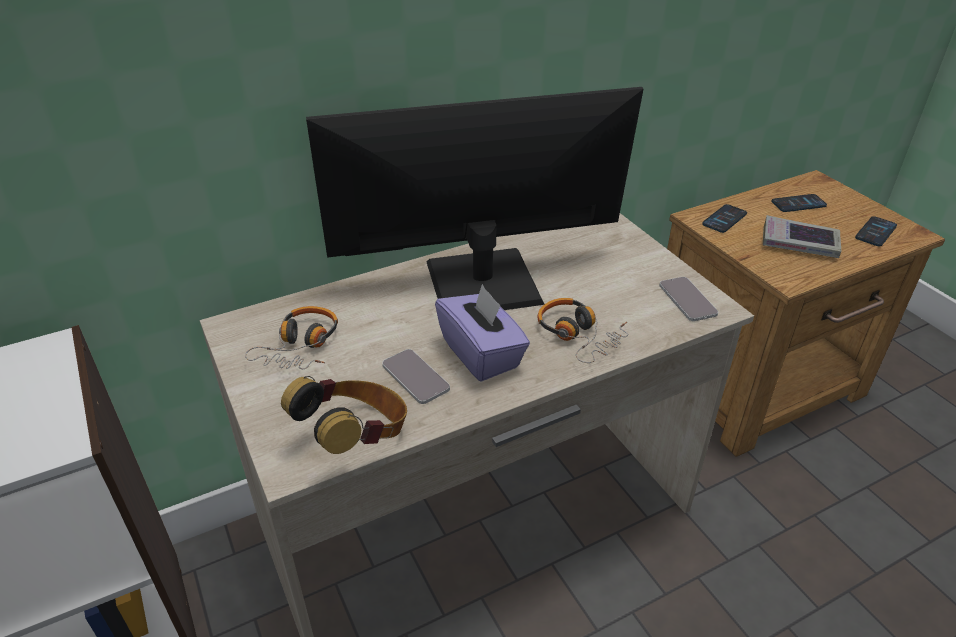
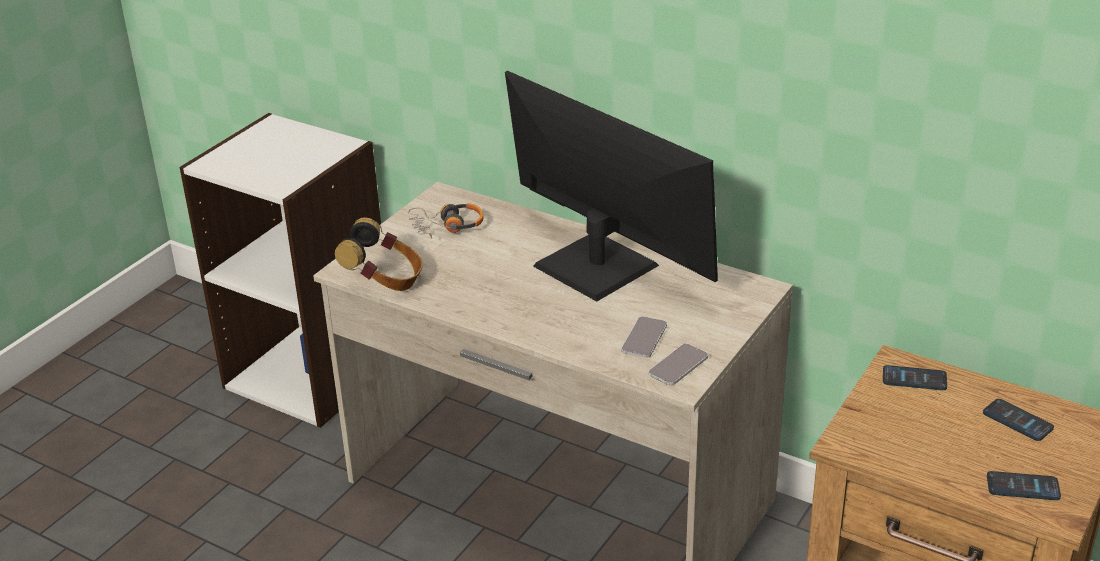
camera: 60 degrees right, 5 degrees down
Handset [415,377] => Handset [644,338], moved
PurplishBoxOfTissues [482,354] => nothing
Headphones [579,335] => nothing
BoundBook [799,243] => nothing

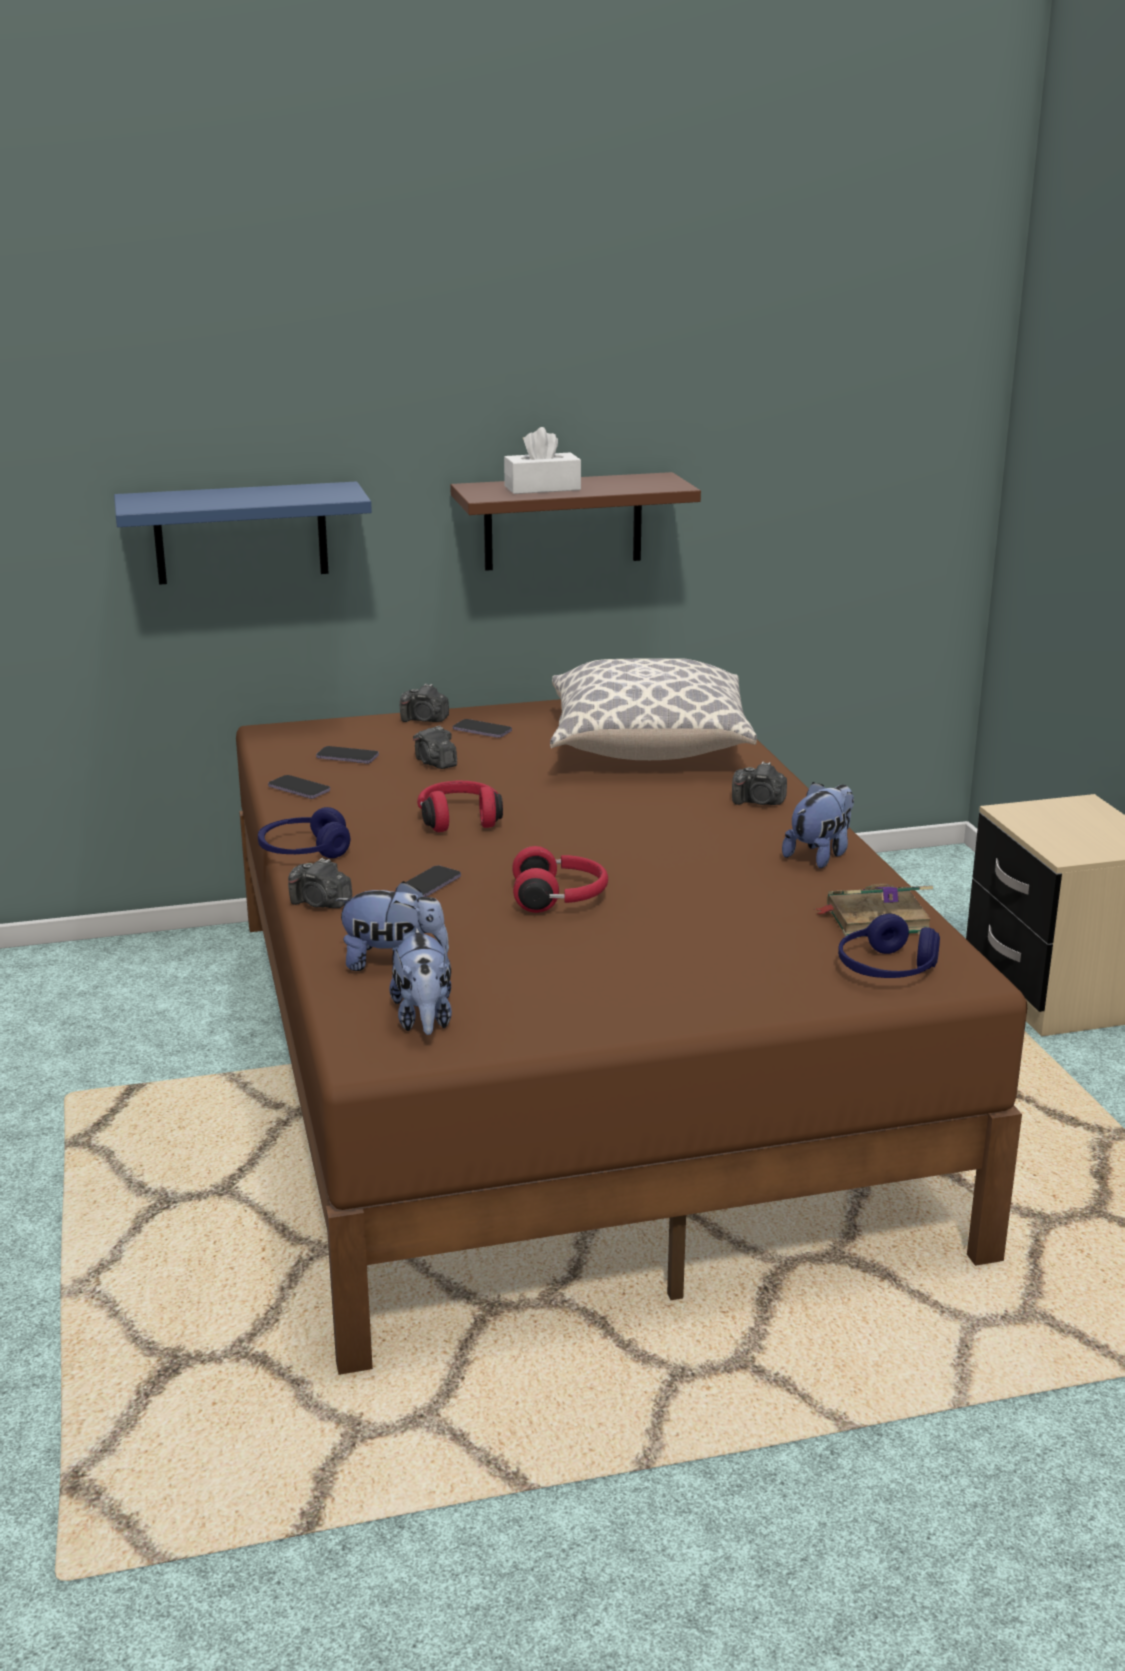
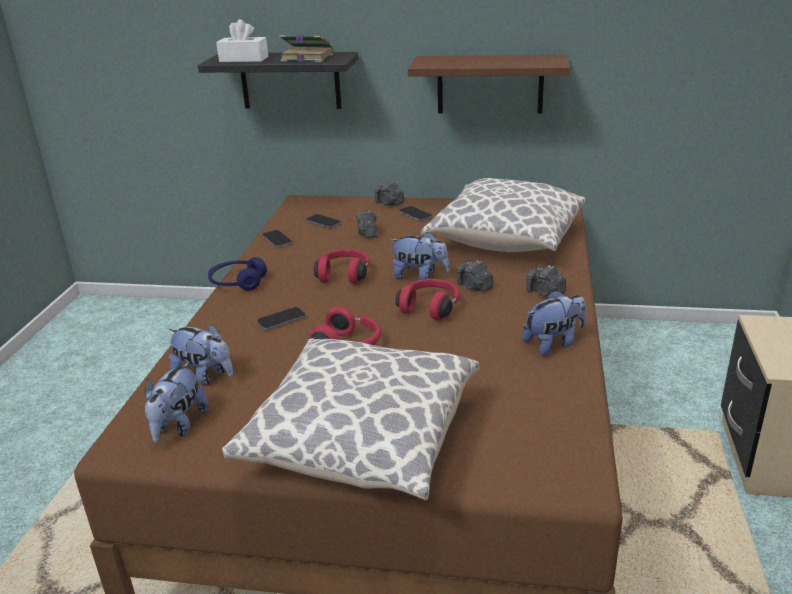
camera: 25 degrees right, 5 degrees up
BlueShelf [241,533] => BlackColouredShelf [290,80]
WhiteColouredBoxOfTissues [542,488] => WhiteColouredBoxOfTissues [244,59], moved
nothing => Cushion [362,442]
BoundBook [875,920] => BoundBook [306,58], moved
nothing => PlushToy [420,276]
nothing => ReddishHeadphones [430,307]
PhotoCamera [320,903] => PhotoCamera [474,287], moved
BlueHeadphones [886,969] => nothing

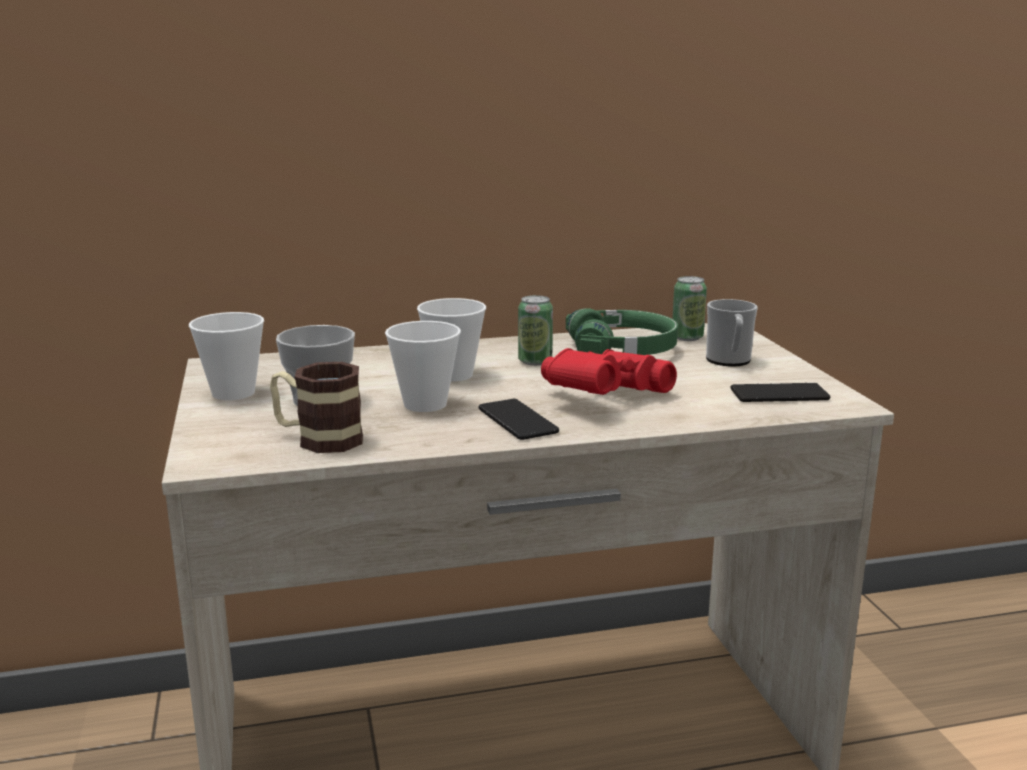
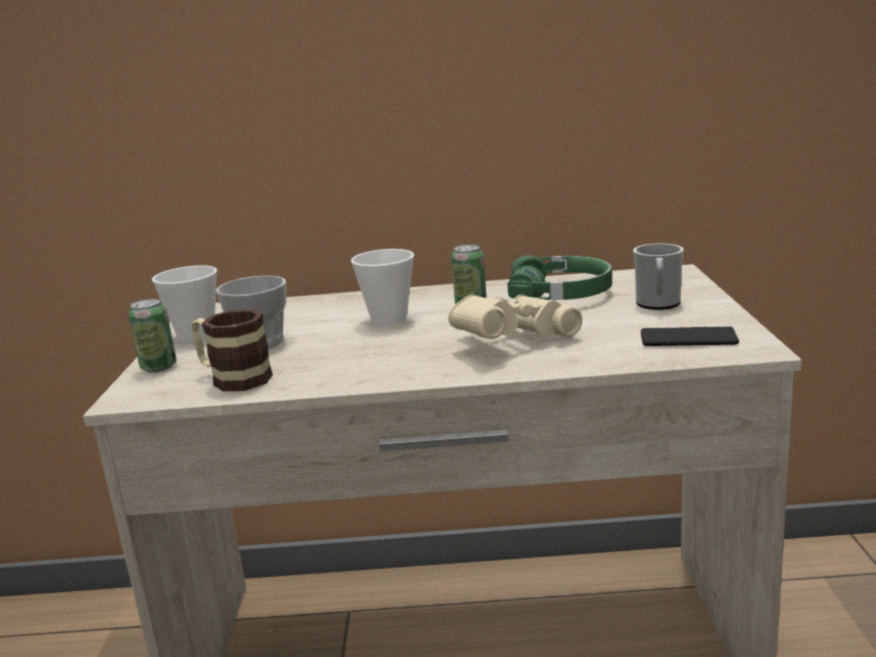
camera: 15 degrees right, 0 degrees up
MetalCan [687,337] => MetalCan [159,367], moved
ReddishBinoculars [602,398] => BeigeColouredBinoculars [509,341]
DrinkingCup [425,404] => nothing
Handset [517,421] => nothing

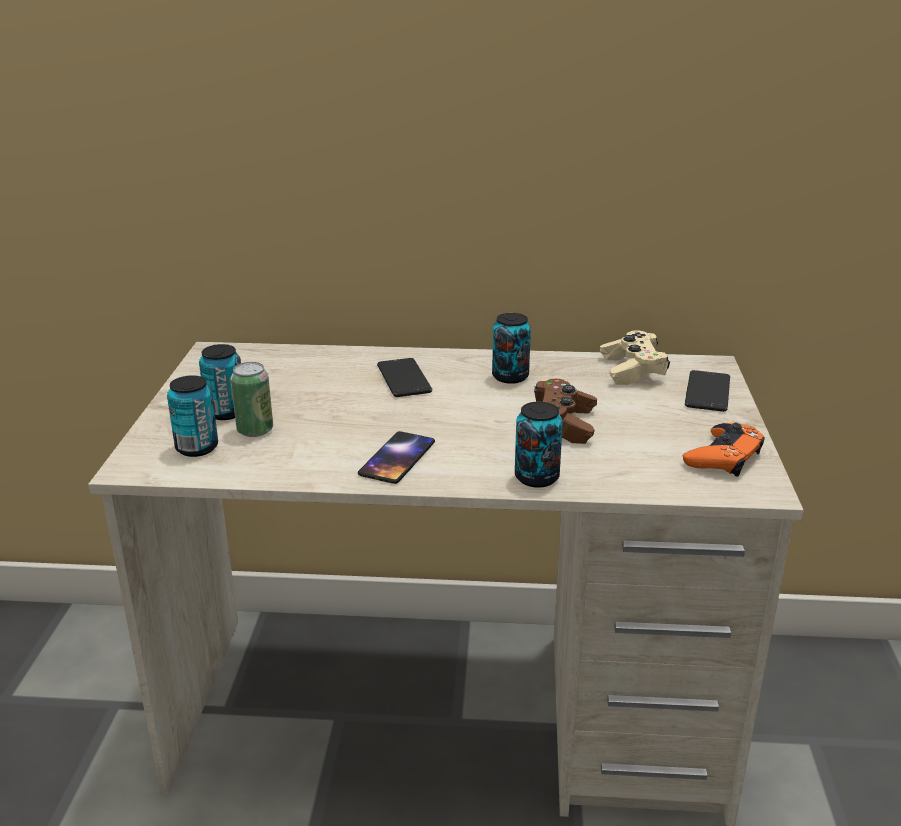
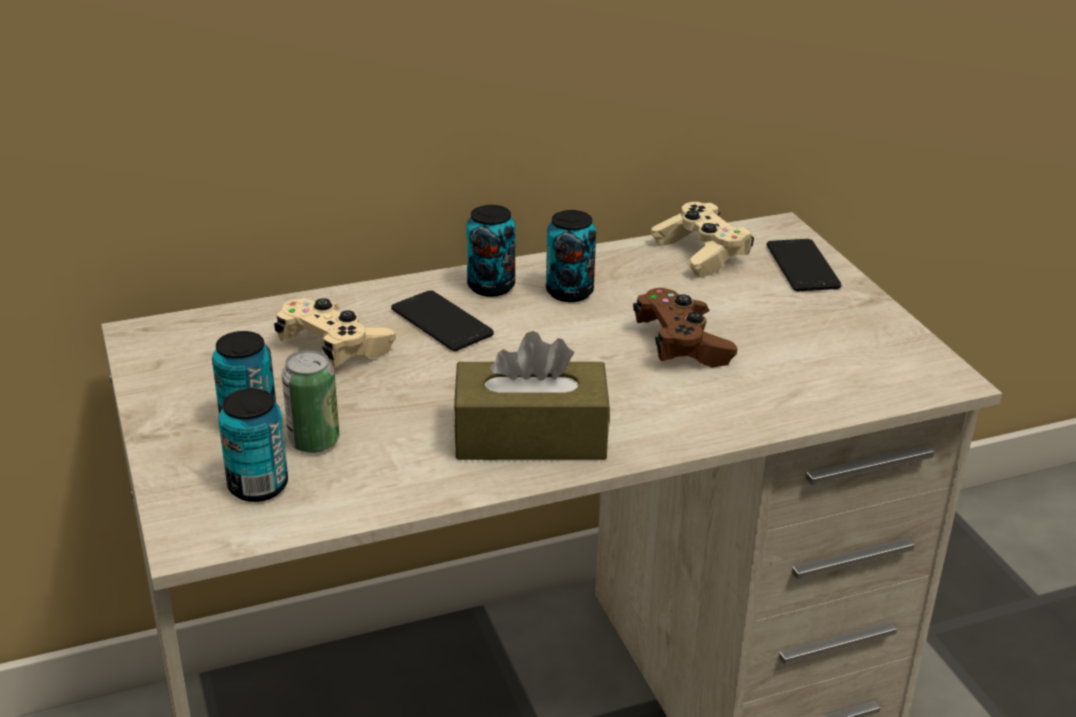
camera: 25 degrees left, 5 degrees up
nothing => BeigeColouredGamepad [334,348]
Handset [397,458] => BrownColouredBoxOfTissues [530,436]
MetalCan [536,477] => MetalCan [491,286], moved
OrangeColouredGamepad [723,457] => nothing

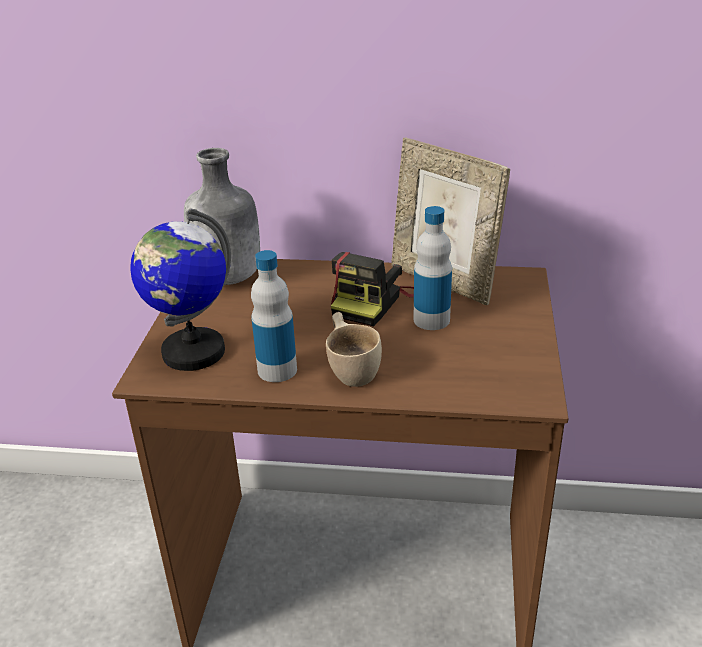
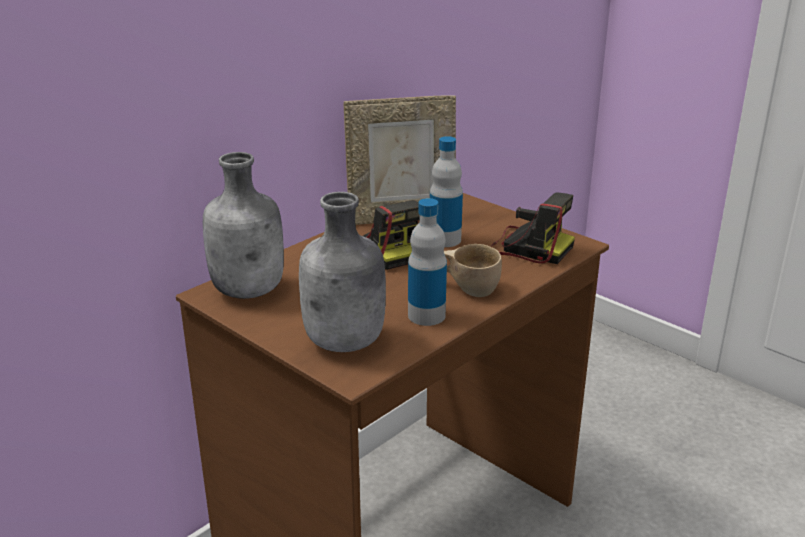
camera: 55 degrees left, 5 degrees down
WorldGlobe [192,352] => GrayBeverageBottle [346,342]
nothing => PhotoCamera [528,247]

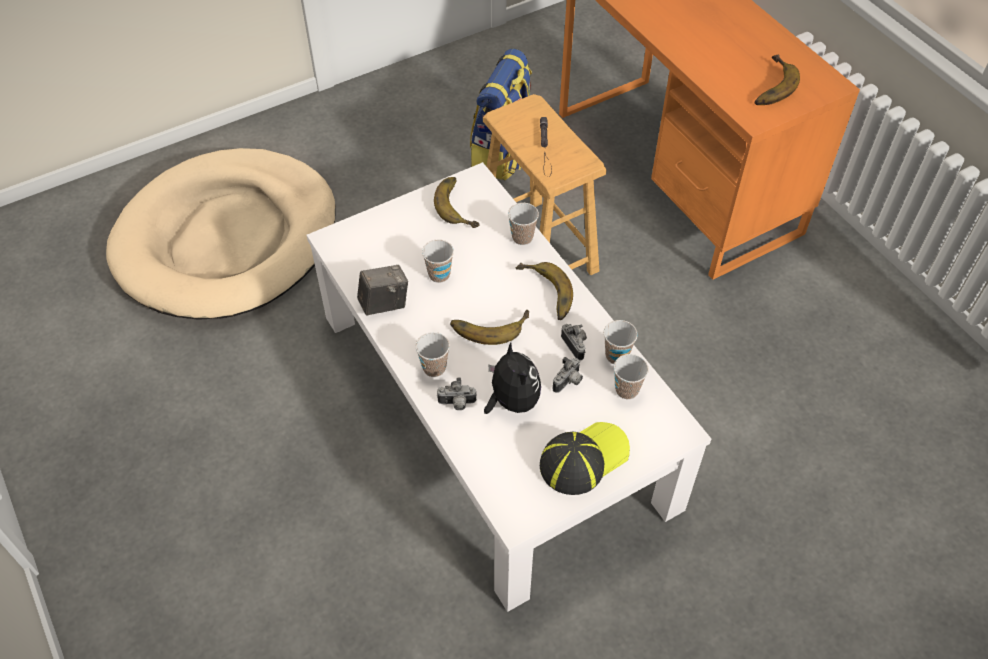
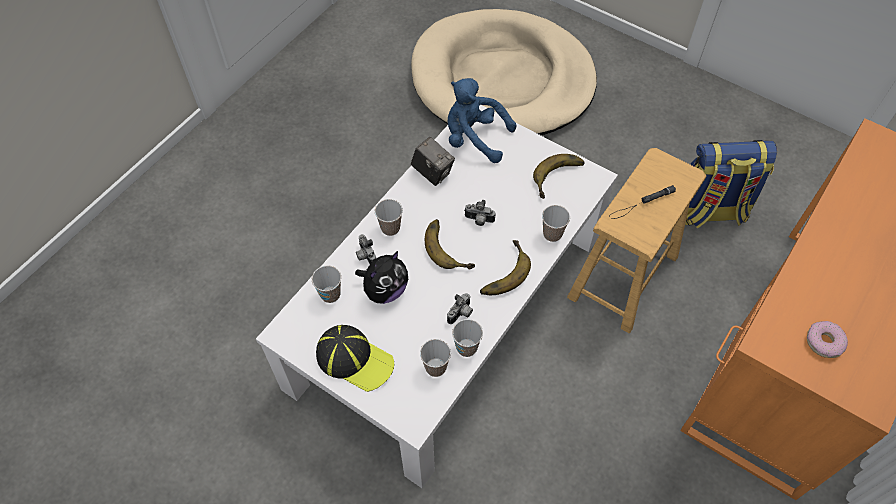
camera: 65 degrees right, 5 degrees up
DrinkingCup [439,275] => DrinkingCup [330,294], moved
nothing => BluePlushToy [474,138]
PhotoCamera [569,382] => PhotoCamera [479,220], moved
WholeBanana [768,85] => Donut [824,342]

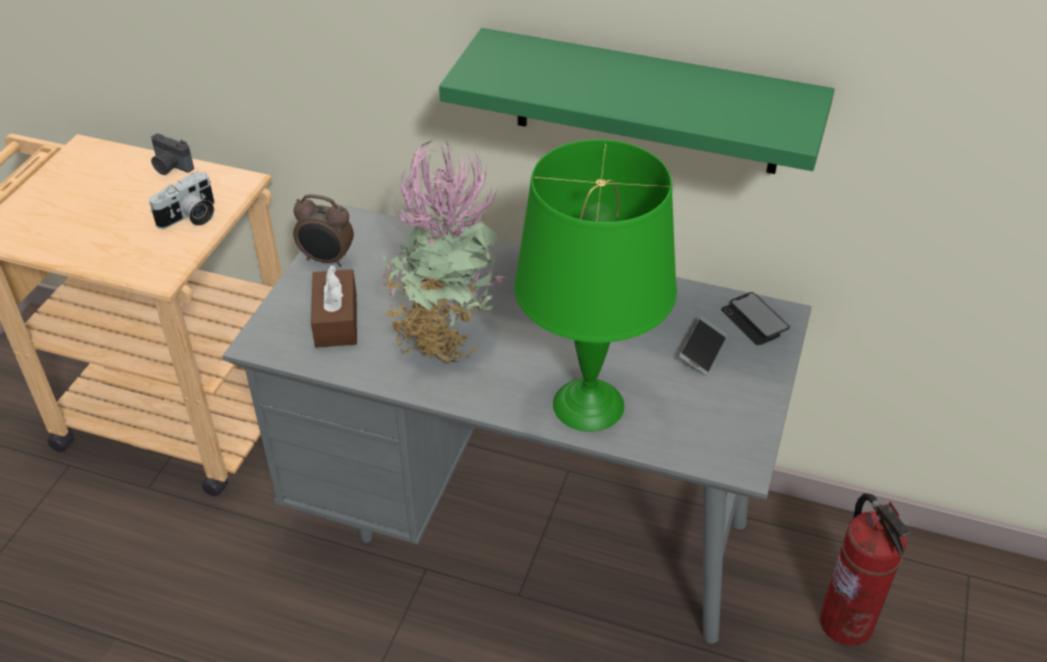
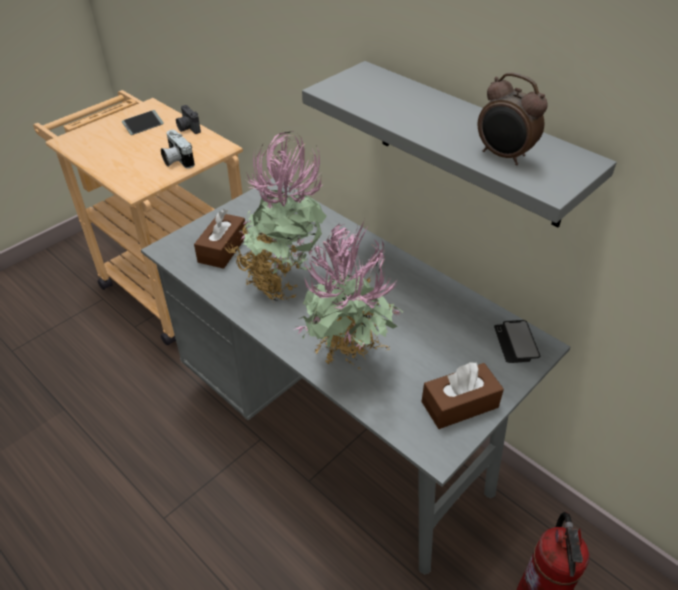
camera: 25 degrees right, 0 degrees up
Handset [702,351] => Handset [143,126], moved
PhotoCamera [190,218] => PhotoCamera [176,160], 75 degrees clockwise
GreenishTableLamp [588,405] => Houseplant [348,363]
GreenishShelf [647,103] => GrayShelf [470,144]
nothing => BrownColouredBoxOfTissues [459,404]
TableClock [327,260] => TableClock [503,156], moved

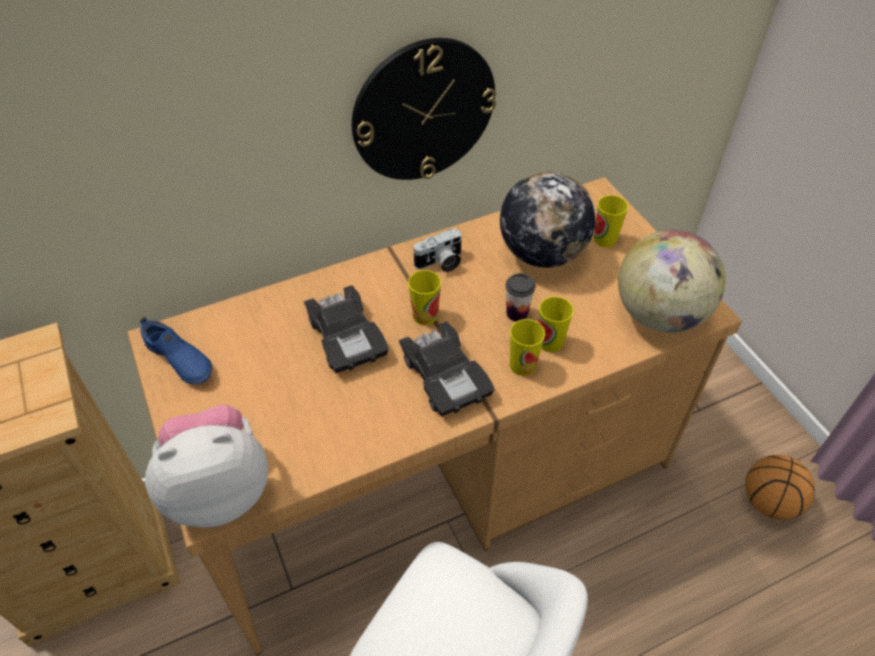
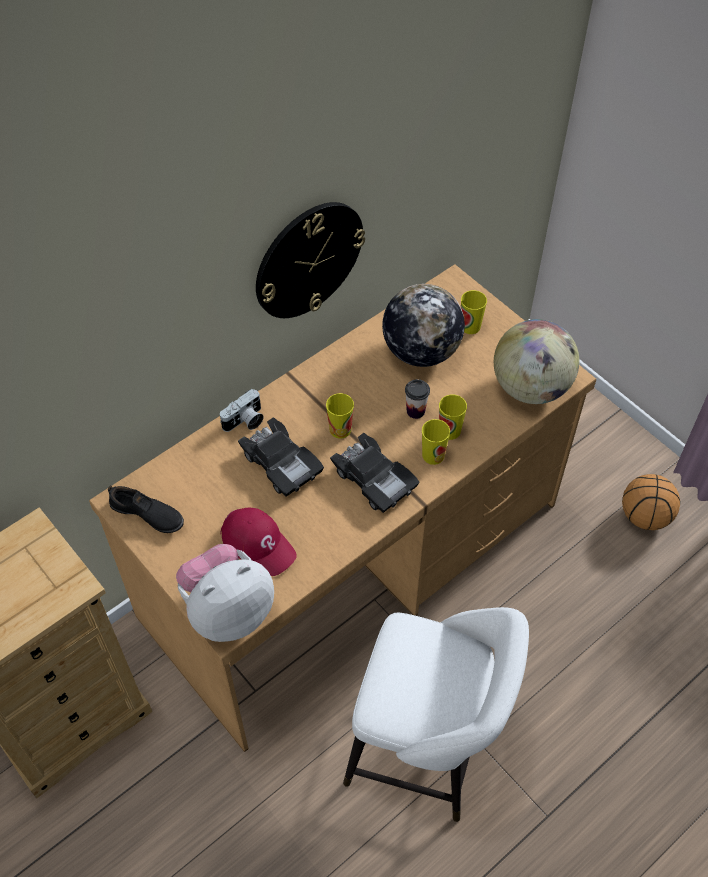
camera: 15 degrees left, 5 degrees up
BlueShoe [179,360] => BlackColouredShoe [147,515]
PhotoCamera [440,263] => PhotoCamera [245,421], moved
nothing => ReddishBaseballCap [259,543]

